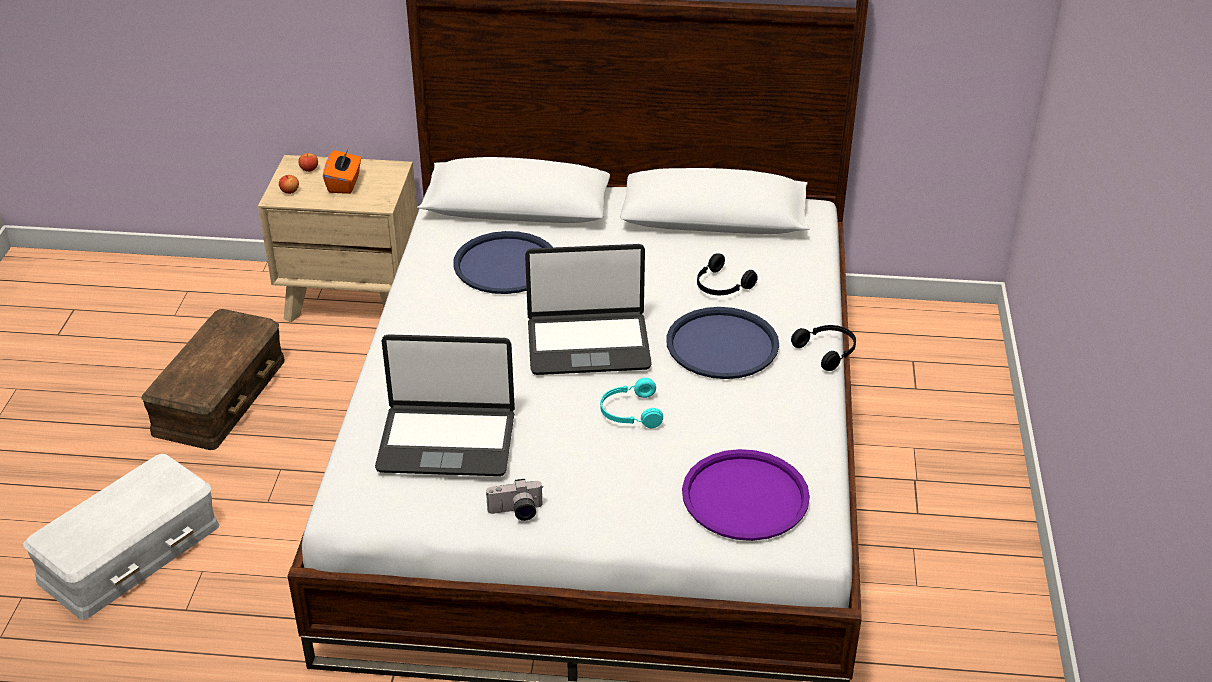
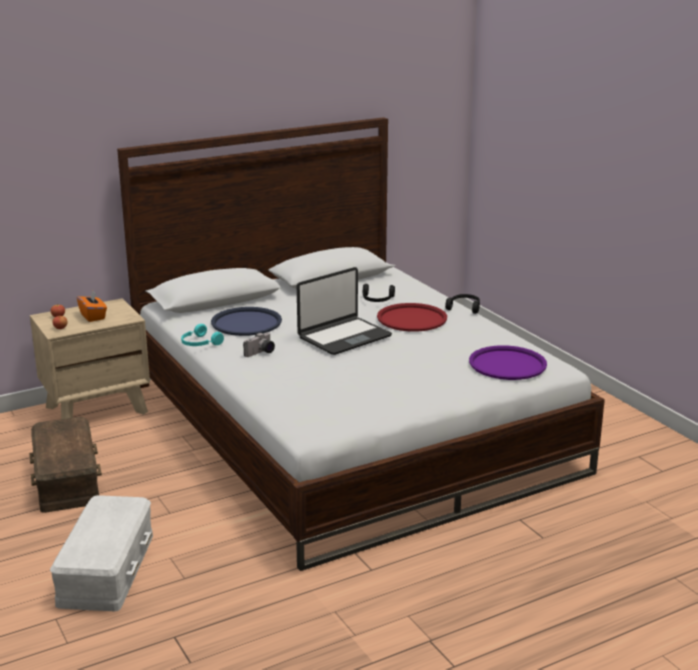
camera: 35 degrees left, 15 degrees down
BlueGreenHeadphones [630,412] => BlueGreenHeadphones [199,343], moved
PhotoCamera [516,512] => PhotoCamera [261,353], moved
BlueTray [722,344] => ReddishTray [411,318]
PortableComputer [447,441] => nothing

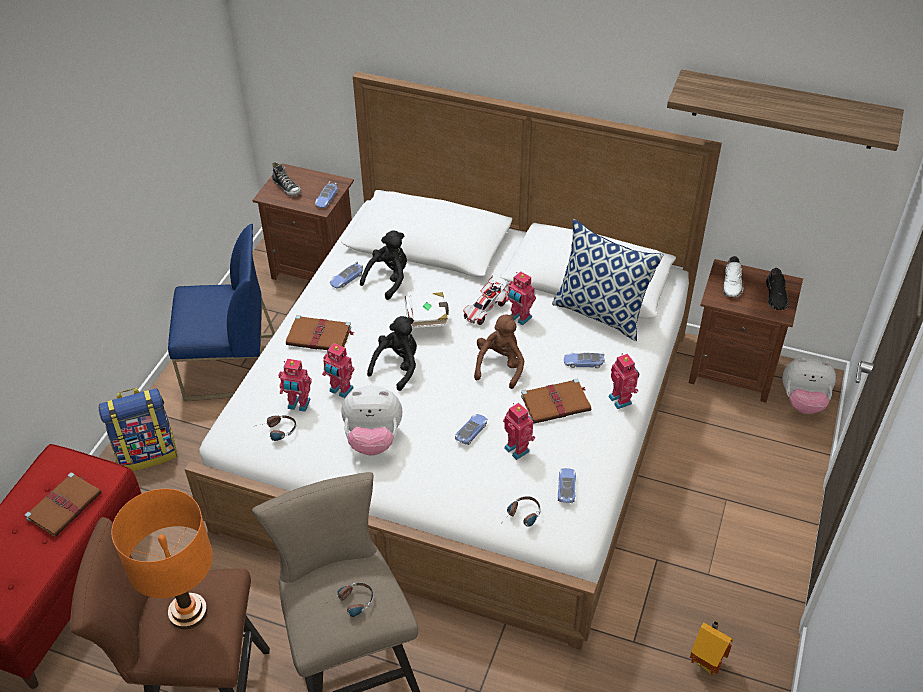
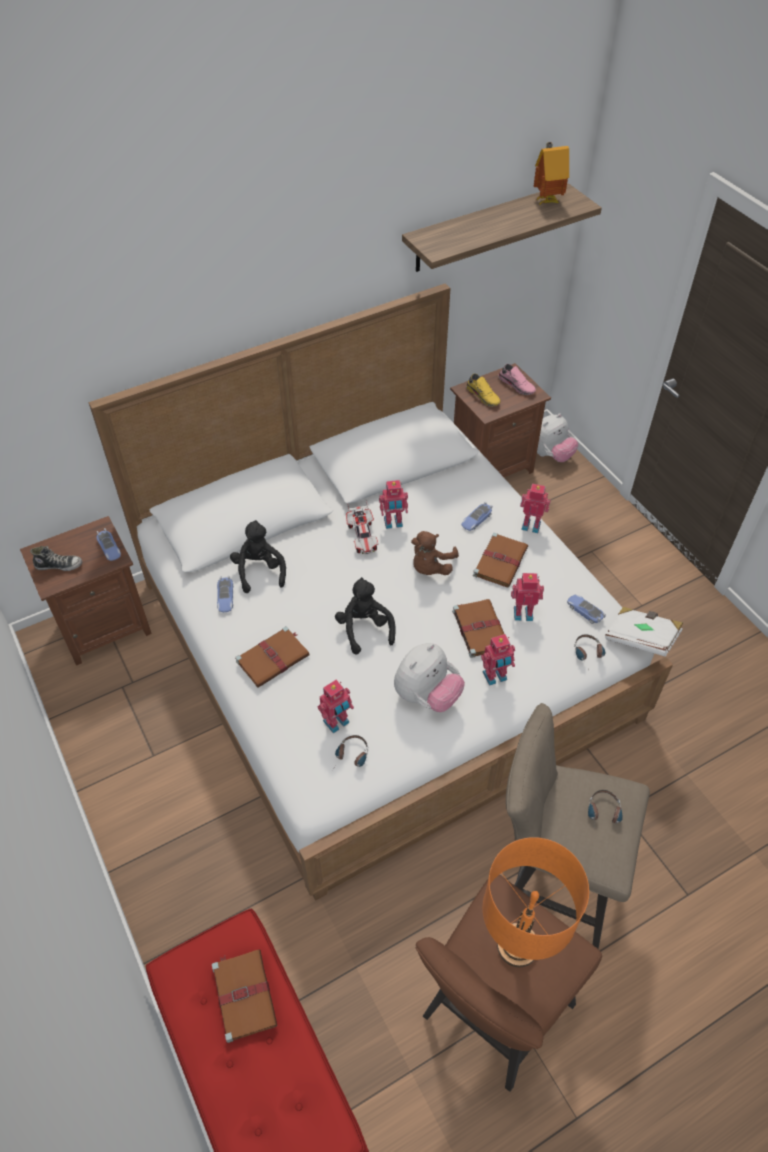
camera: 50 degrees left, 5 degrees up
BrownColouredPlushToy [500,366] => BrownColouredPlushToy [430,567], 120 degrees counterclockwise
ModelCar [471,431] => BrownColouredBoundBook [479,628]
WhiteColouredShoe [732,283] => YellowishShoe [483,396]
ToyRobot [340,390] => ToyRobot [495,677], moved
BlackColouredShoe [776,295] => PinkShoe [517,385]
MiniatureHouse [707,662] => MiniatureHouse [546,201], moved
WhiteColouredBoundBook [427,319] => WhiteColouredBoundBook [641,638], moved
Backpack [147,453] => nothing
BlueChair [230,368] => nothing
Cushion [601,313] => nothing

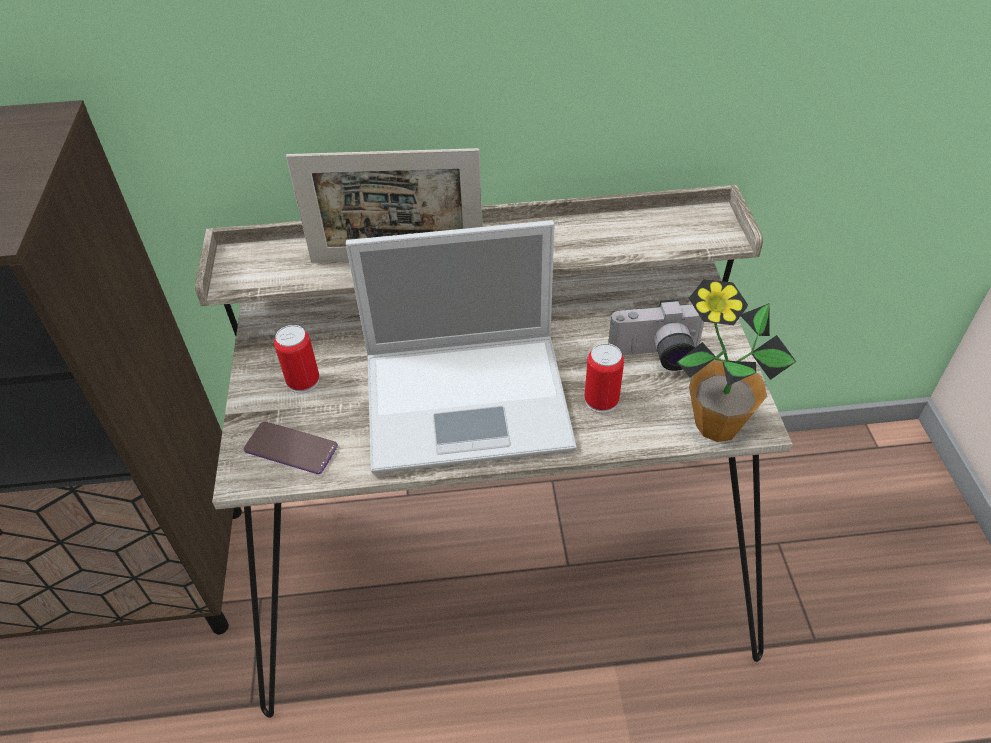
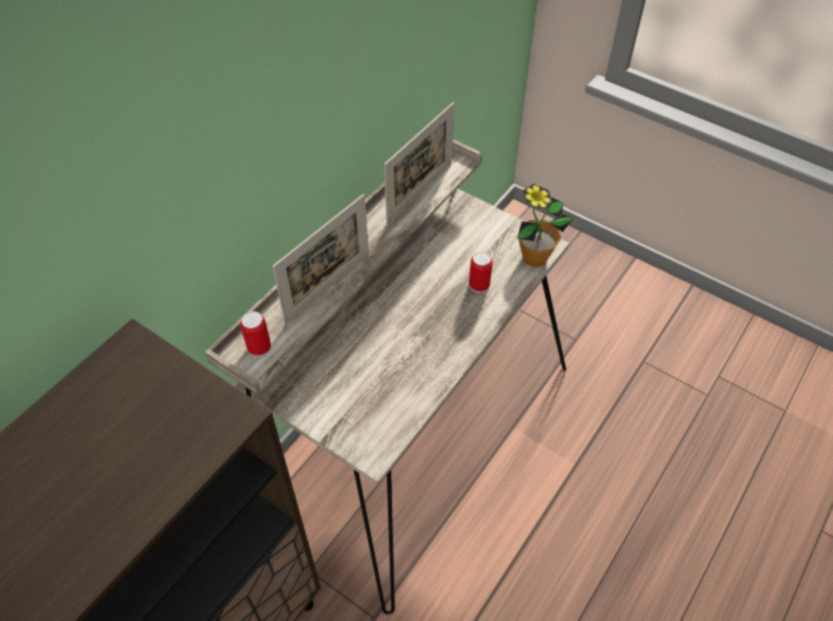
camera: 50 degrees left, 5 degrees up
MetalCan [303,381] => MetalCan [259,347], moved
nothing => PictureFrame [420,193]
Handset [291,448] => nothing
PortableComputer [471,399] => nothing
PhotoCamera [657,356] => nothing

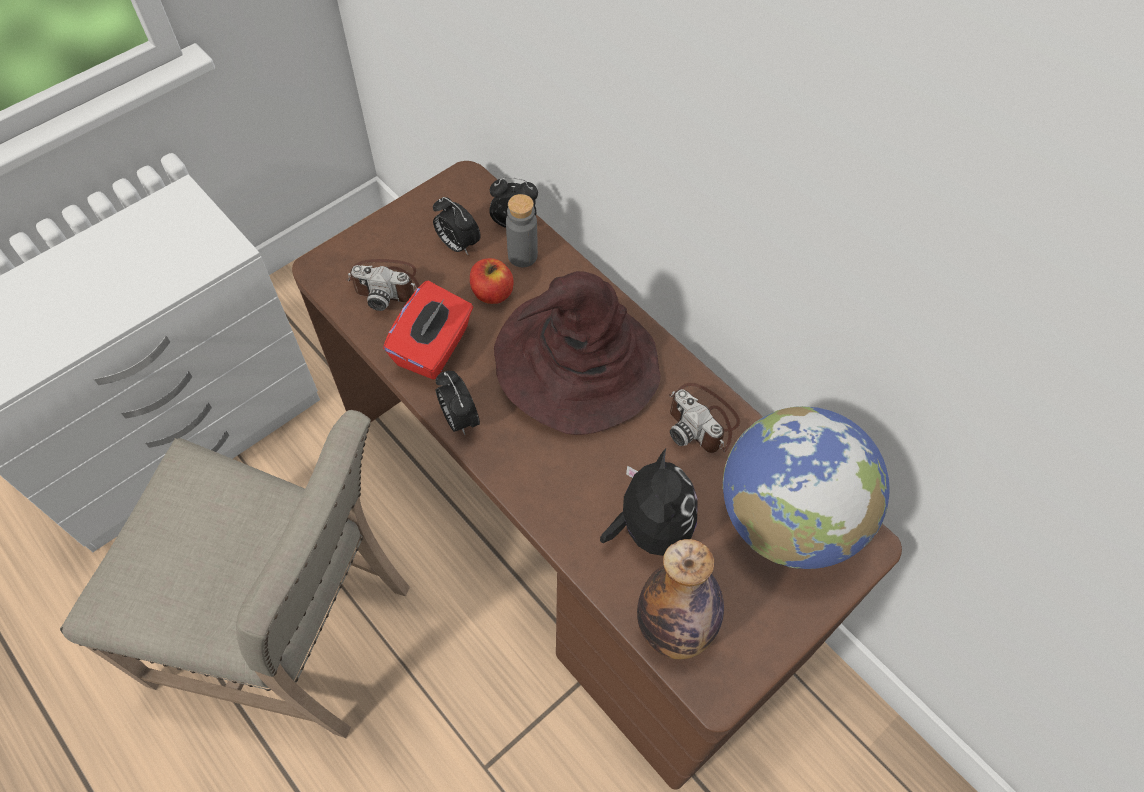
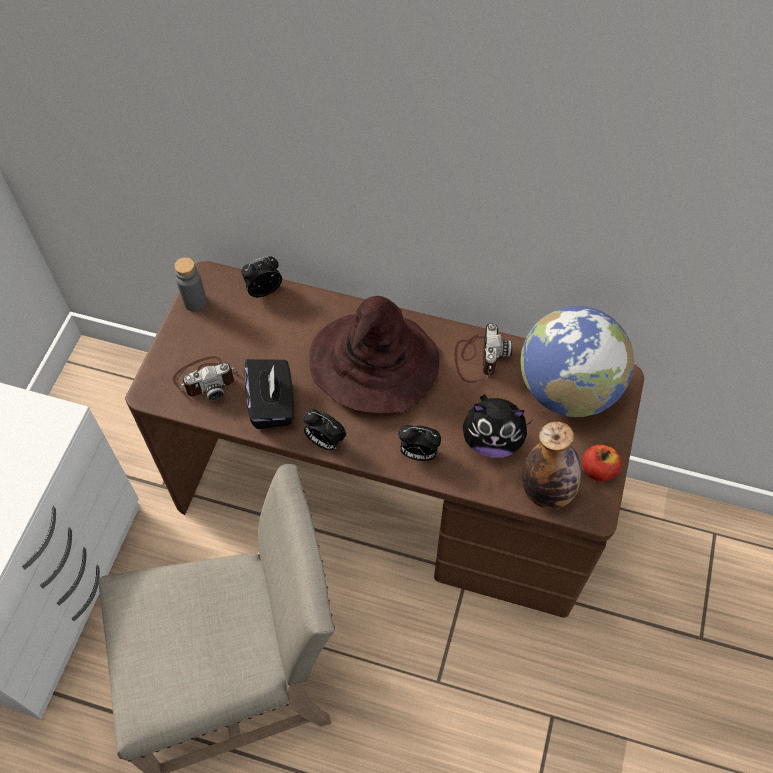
camera: 30 degrees left, 0 degrees up
GrayBeverageBottle [522,256] => GrayBeverageBottle [195,302], moved
ReddishBoxOfTissues [433,348] => BlackColouredBoxOfTissues [272,404]
TableClock [457,244] => TableClock [418,453], moved
PhotoCamera [702,421] => PhotoCamera [478,357], 105 degrees counterclockwise
PlushToy [649,527] => PlushToy [492,440], 135 degrees clockwise
WholeApple [492,293] => WholeApple [598,470], moved

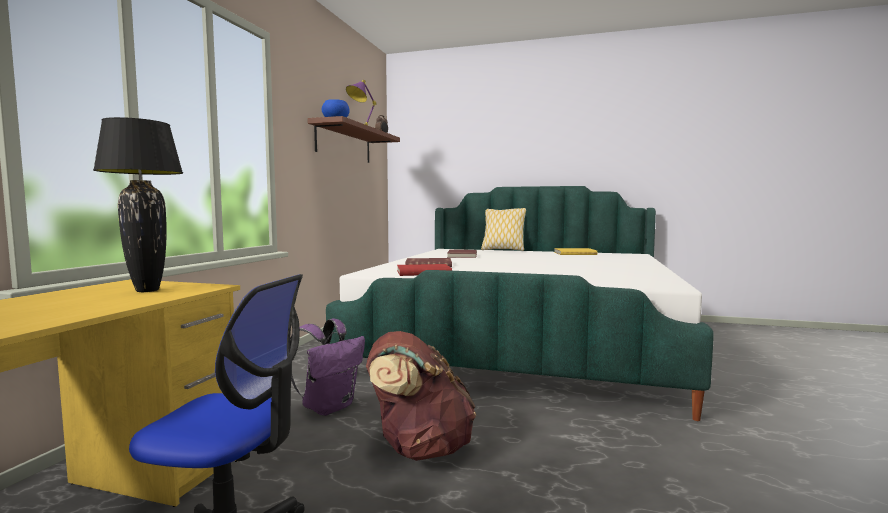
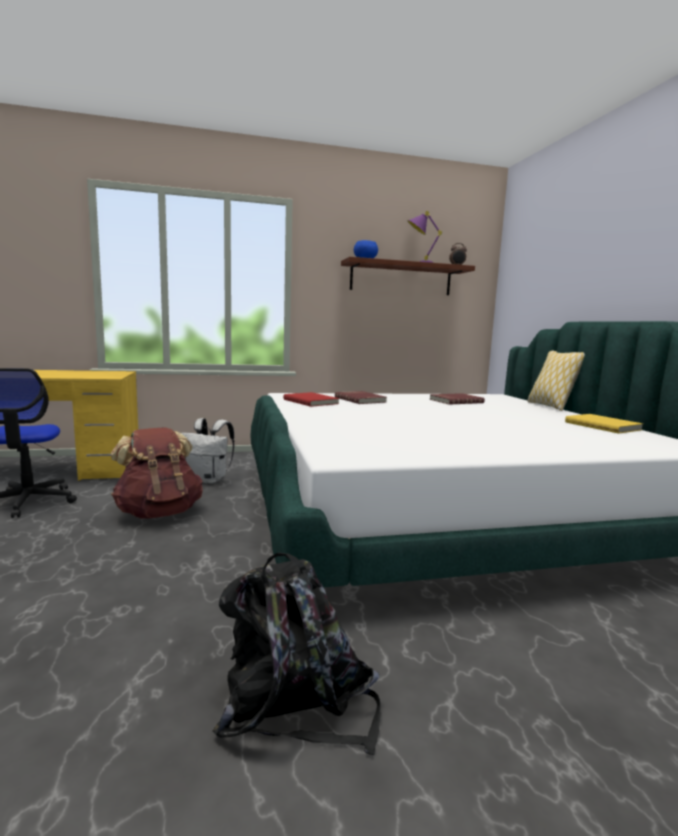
camera: 60 degrees right, 5 degrees up
PurplishBackpack [329,407] => WhiteColouredBackpack [209,480]
nothing => BlackColouredBackpack [295,700]
BlackColouredTableLamp [147,290] => nothing

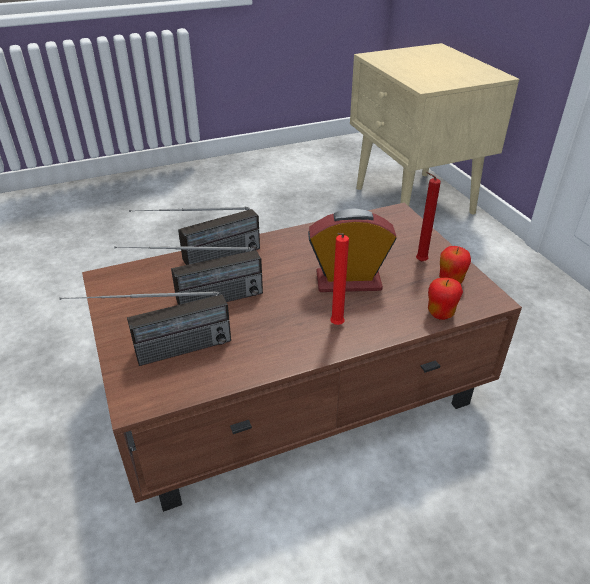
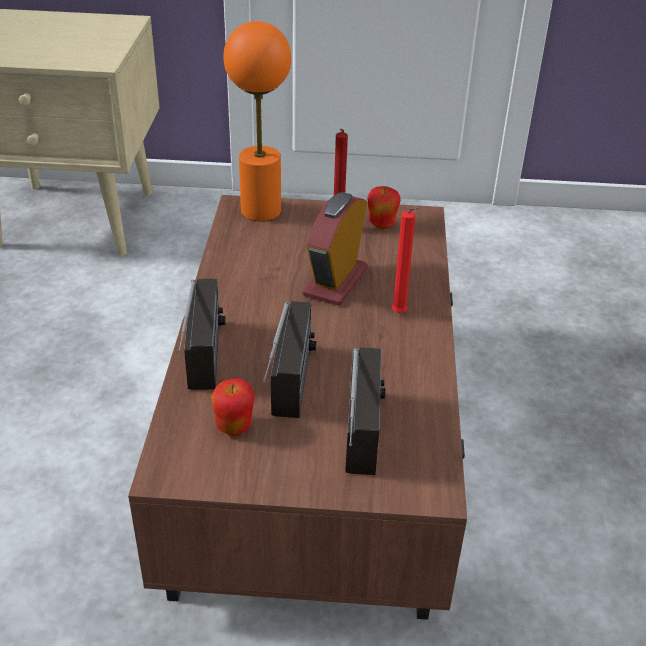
camera: 65 degrees left, 0 degrees up
WholeApple [440,314] => WholeApple [234,427], moved
nothing => OrangeColouredTableLamp [260,211]

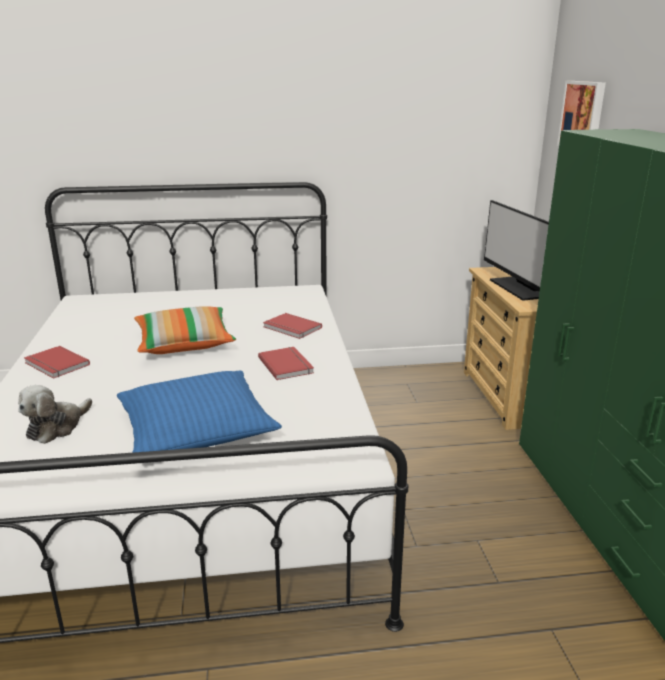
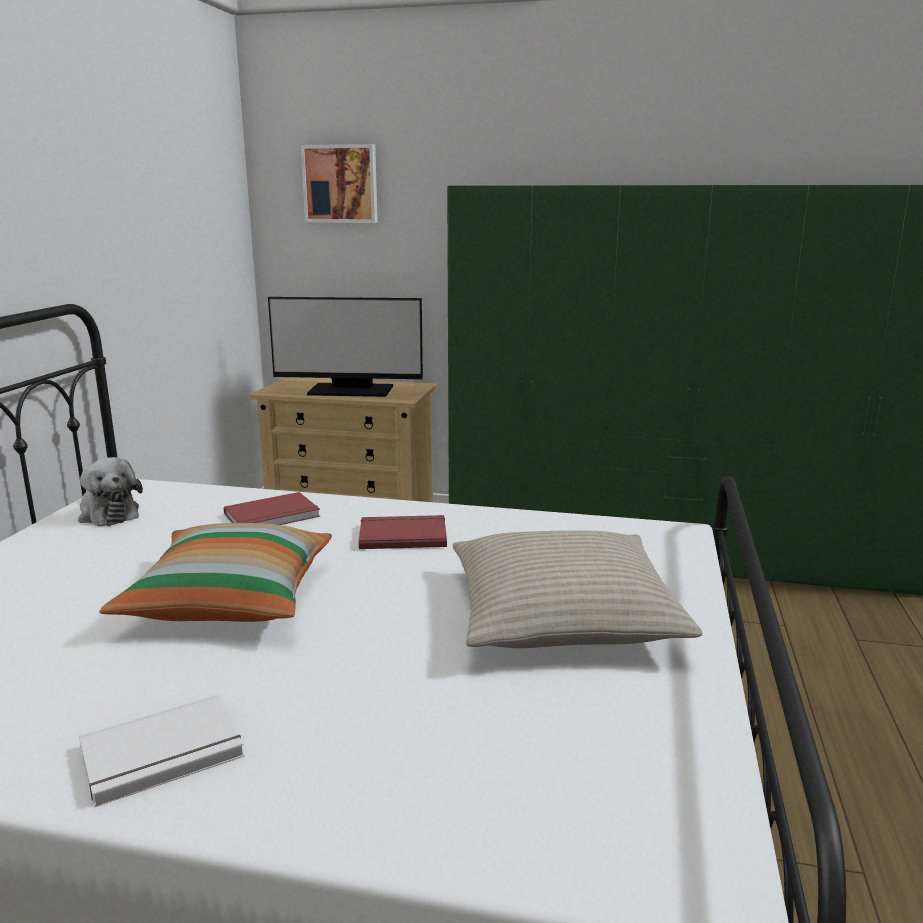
camera: 70 degrees left, 5 degrees down
PlushToy [57,427] => PlushToy [108,513], moved
ReddishBoundBook [55,365] => WhiteColouredBoundBook [164,755]
BlueCushion [196,429] => BeigeColouredCushion [562,614]

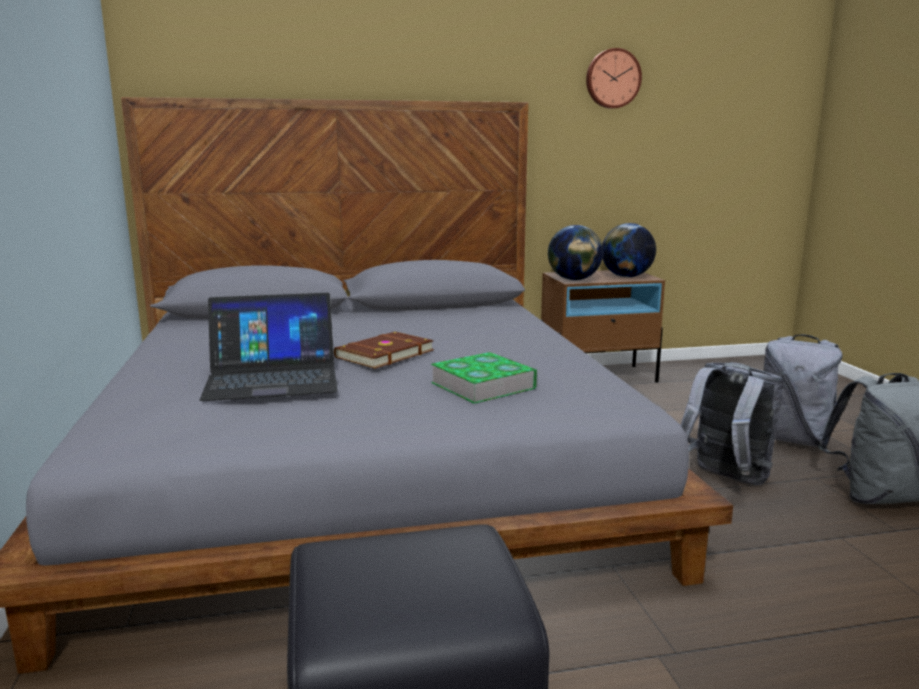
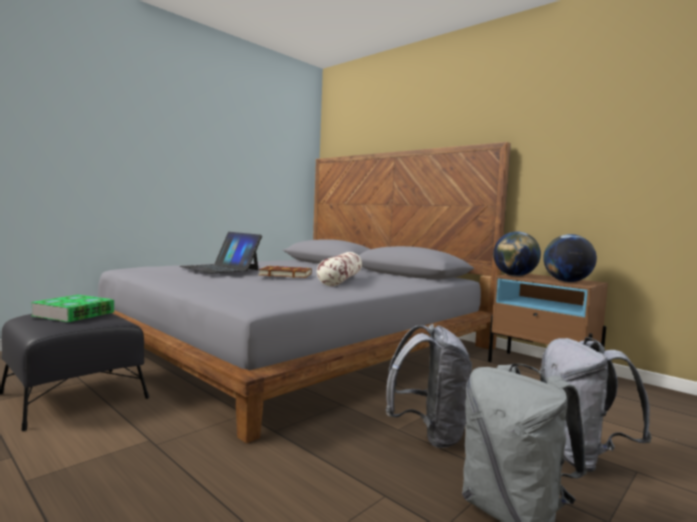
camera: 55 degrees right, 10 degrees down
BoundBook [483,385] => BoundBook [74,314], moved
nothing => Cushion [340,280]
ClockOnTheWall [612,79] => nothing

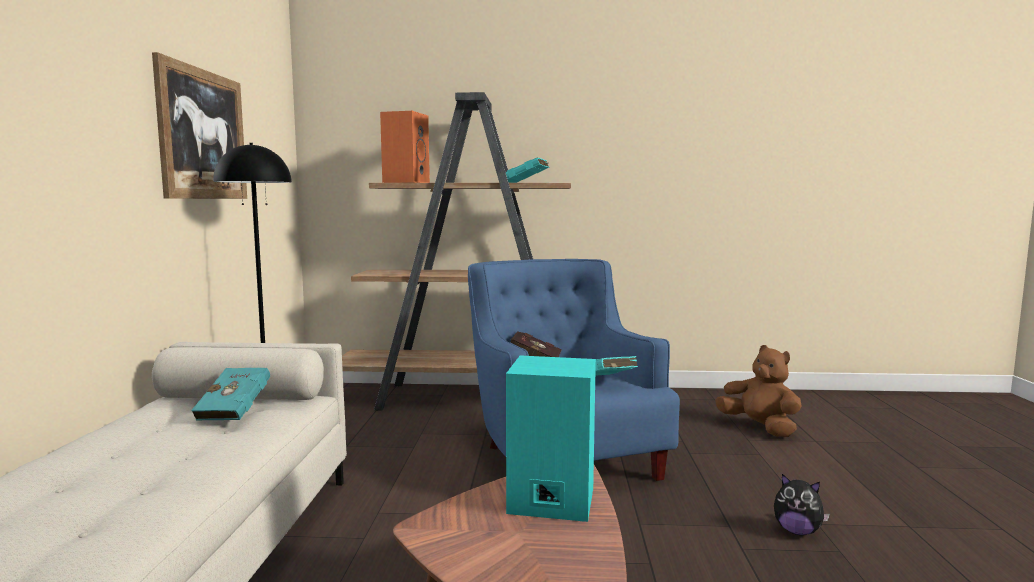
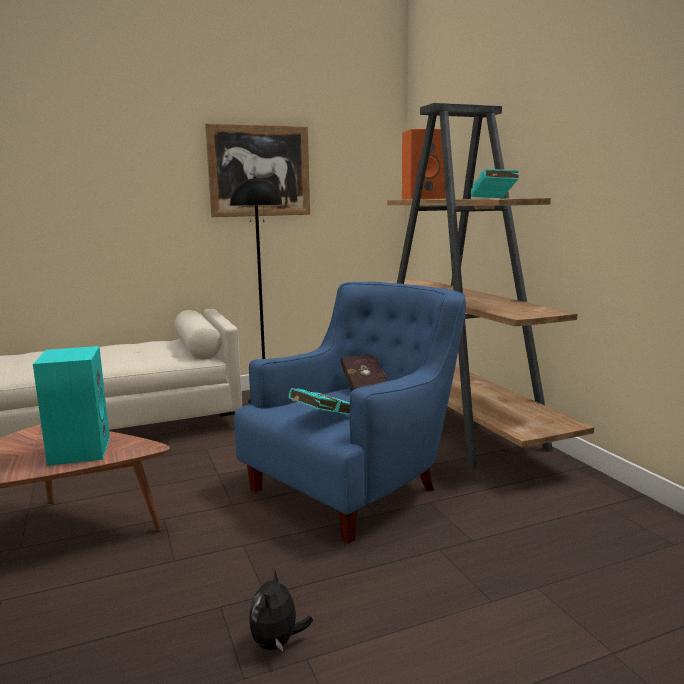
camera: 65 degrees right, 5 degrees up
BlueGreenBoundBook [237,410] => nothing
BrownColouredPlushToy [760,427] => nothing

